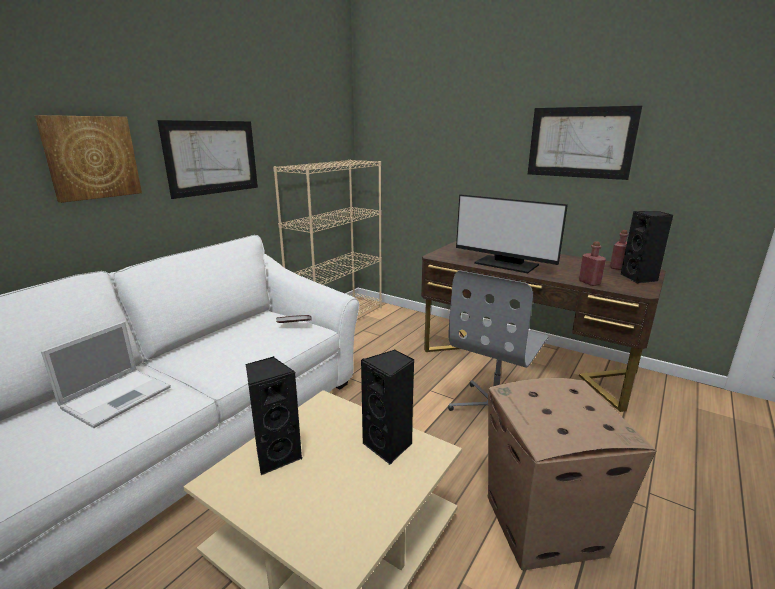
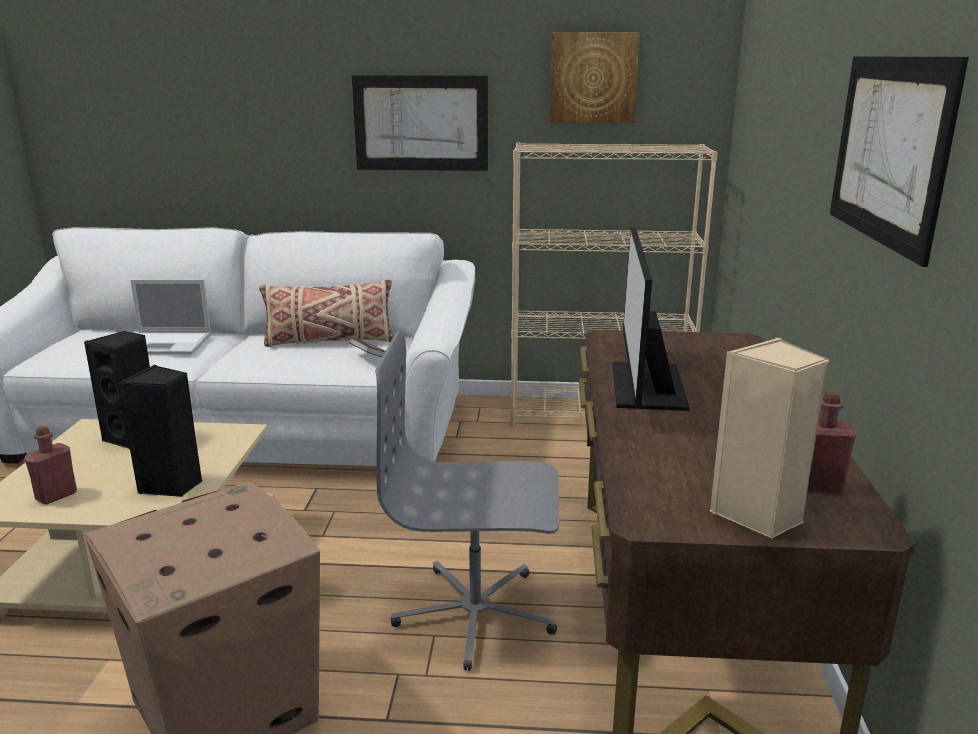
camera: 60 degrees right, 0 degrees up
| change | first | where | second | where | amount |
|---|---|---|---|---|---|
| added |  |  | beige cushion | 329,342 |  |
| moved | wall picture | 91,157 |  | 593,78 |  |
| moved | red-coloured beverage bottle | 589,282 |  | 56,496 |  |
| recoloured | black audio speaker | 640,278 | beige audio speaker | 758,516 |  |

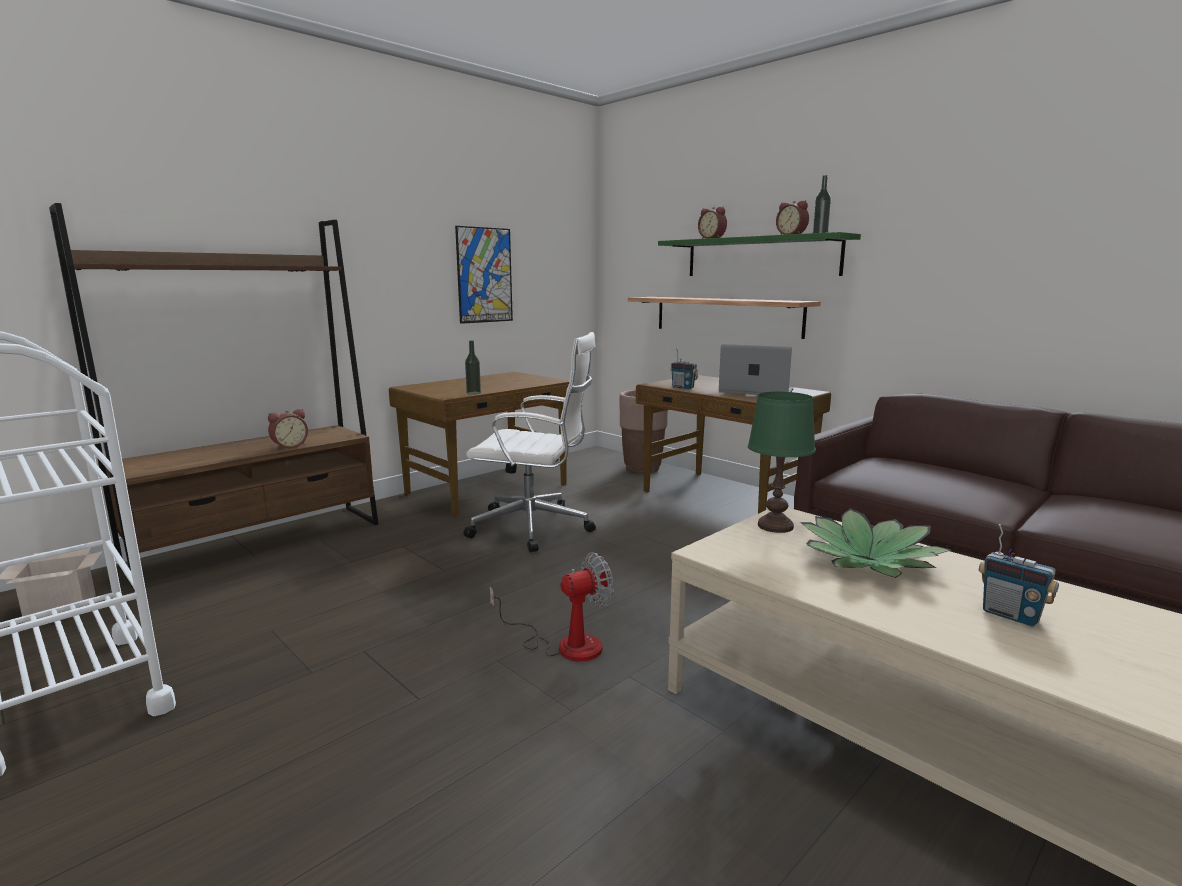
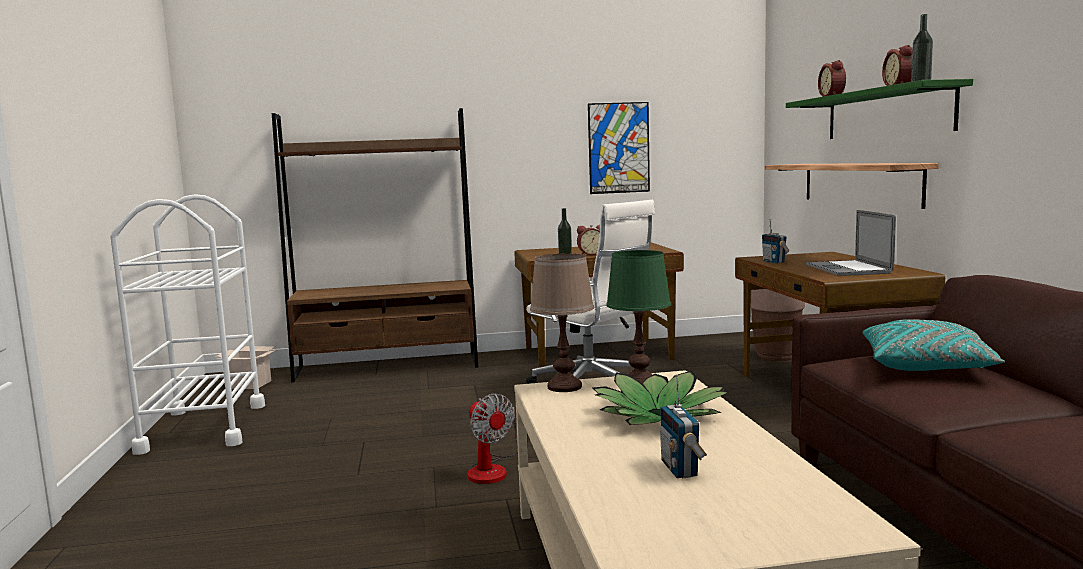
camera: 35 degrees right, 5 degrees down
| change | first | where | second | where | amount |
|---|---|---|---|---|---|
| added |  |  | brownish lamp for a table | 565,387 |  |
| added |  |  | blue-green cushion | 927,366 |  |
| moved | table clock | 289,446 |  | 591,254 |  |
| turned | fan | 565,644 |  | 492,469 | 45 degrees clockwise |
| turned | portable computer | 756,391 |  | 848,269 | 150 degrees counterclockwise |

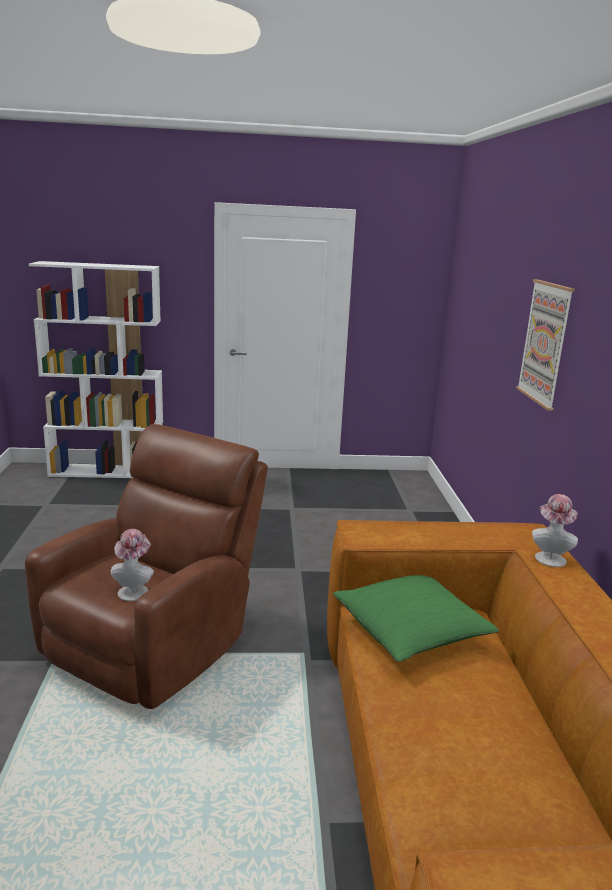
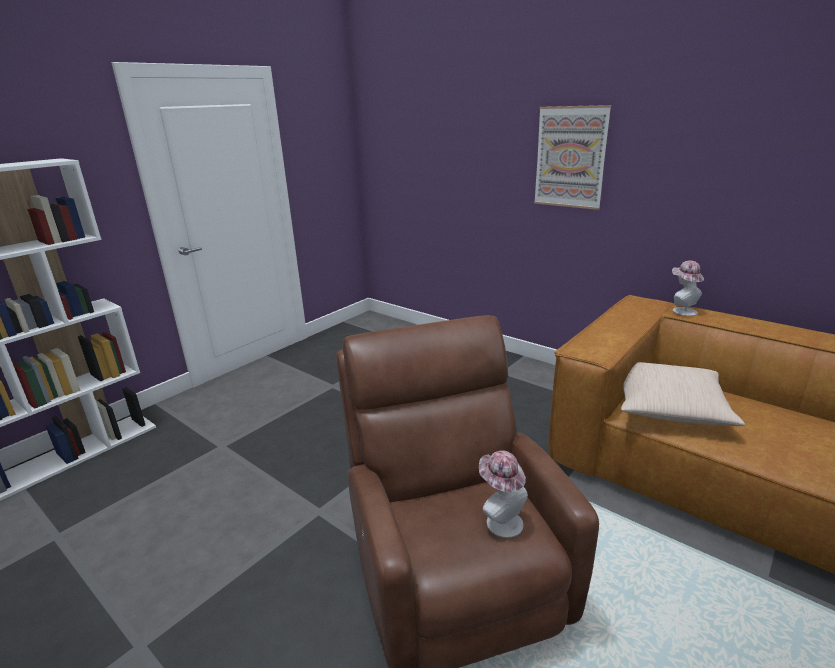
camera: 45 degrees left, 5 degrees up
| change | first | where | second | where | amount |
|---|---|---|---|---|---|
| recoloured | green cushion | 411,629 | beige cushion | 670,405 |  |

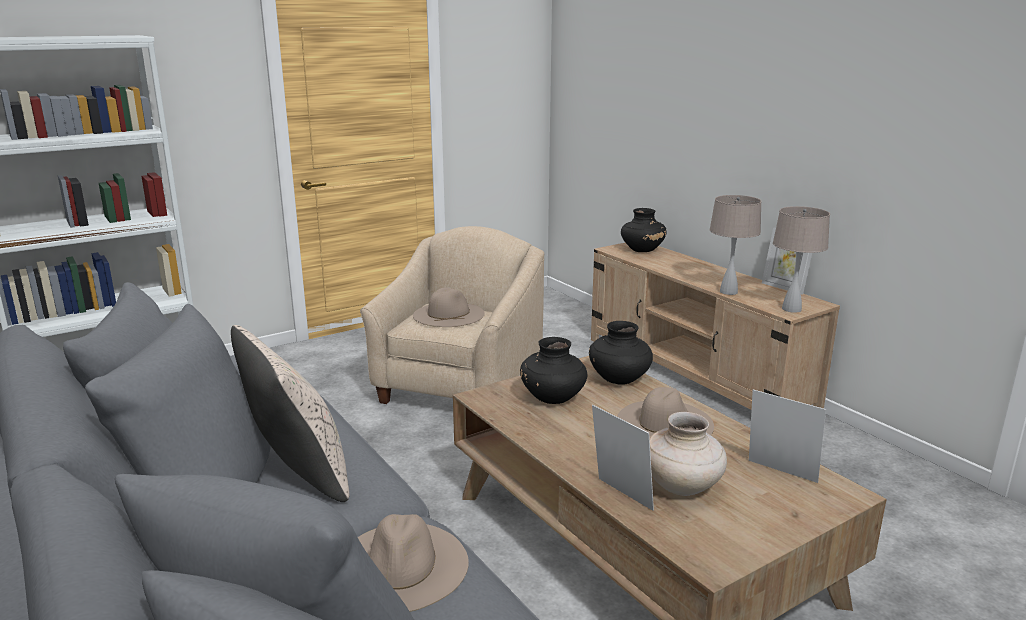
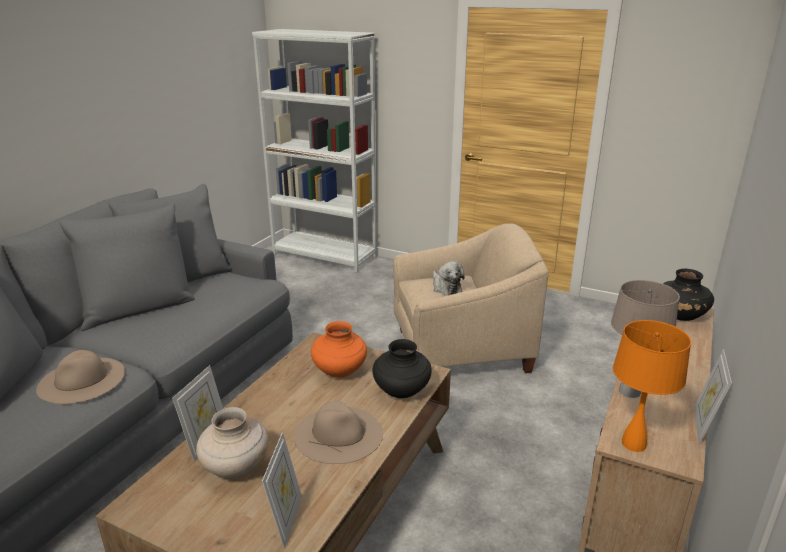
camera: 60 degrees right, 5 degrees up
| change | first | where | second | where | amount |
|---|---|---|---|---|---|
| removed | beige cushion | 299,473 |  |  |  |
| replaced | beige wearable hat | 448,314 | cuddly toy | 446,287 |  |
| recoloured | black flower vase | 553,398 | orange flower vase | 340,371 |  |
| recoloured | beige lamp for a table | 792,309 | orange lamp for a table | 634,444 |  |

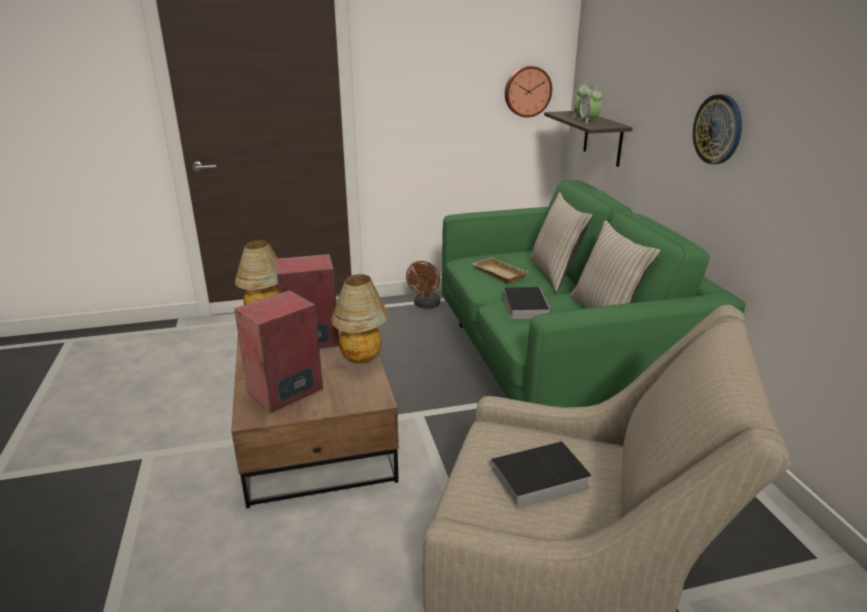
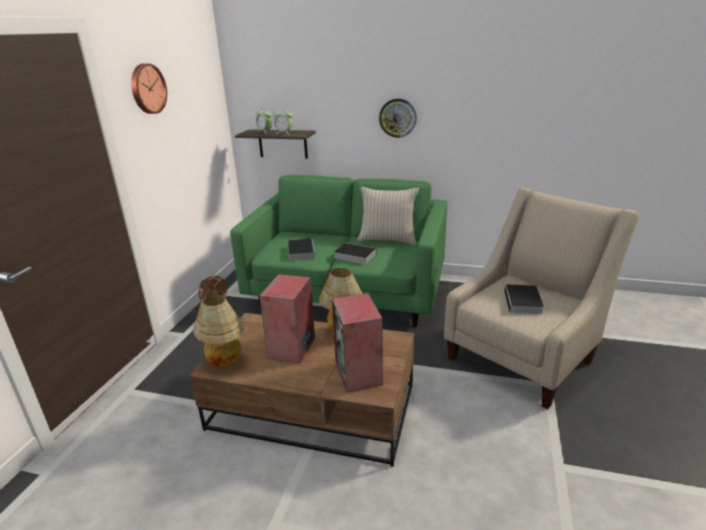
camera: 60 degrees left, 0 degrees up
| change | first | where | second | where | amount |
|---|---|---|---|---|---|
| removed | beige cushion | 555,274 |  |  |  |
| moved | hanging clock | 527,91 |  | 147,89 |  |
| replaced | beige carrying tray | 497,274 | book | 301,251 |  |

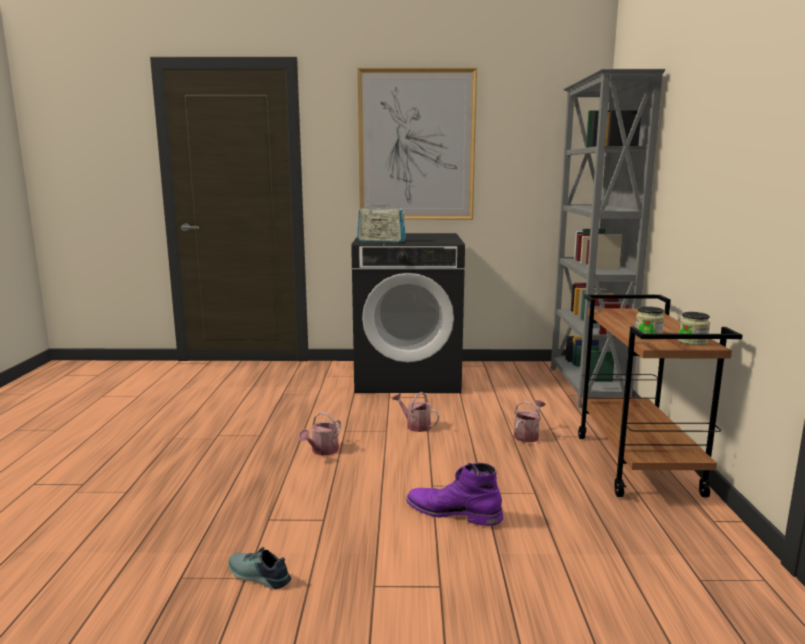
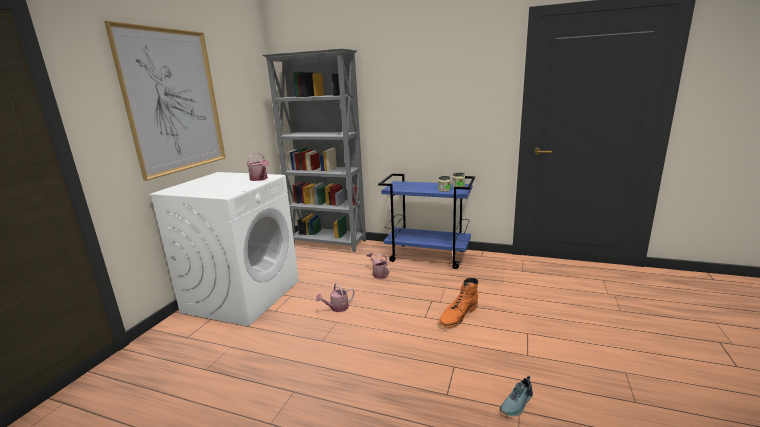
camera: 70 degrees left, 5 degrees up
| change | first | where | second | where | amount |
|---|---|---|---|---|---|
| removed | radio | 381,241 |  |  |  |
| moved | sprinkling can | 322,451 |  | 260,179 |  |
| recoloured | black washing machine | 408,376 | white washing machine | 243,295 |  |
| recoloured | purple-coloured tall boot | 453,512 | orange tall boot | 458,315 |  |
| recoloured | brownish trolley | 638,465 | bluish trolley | 428,256 |  |

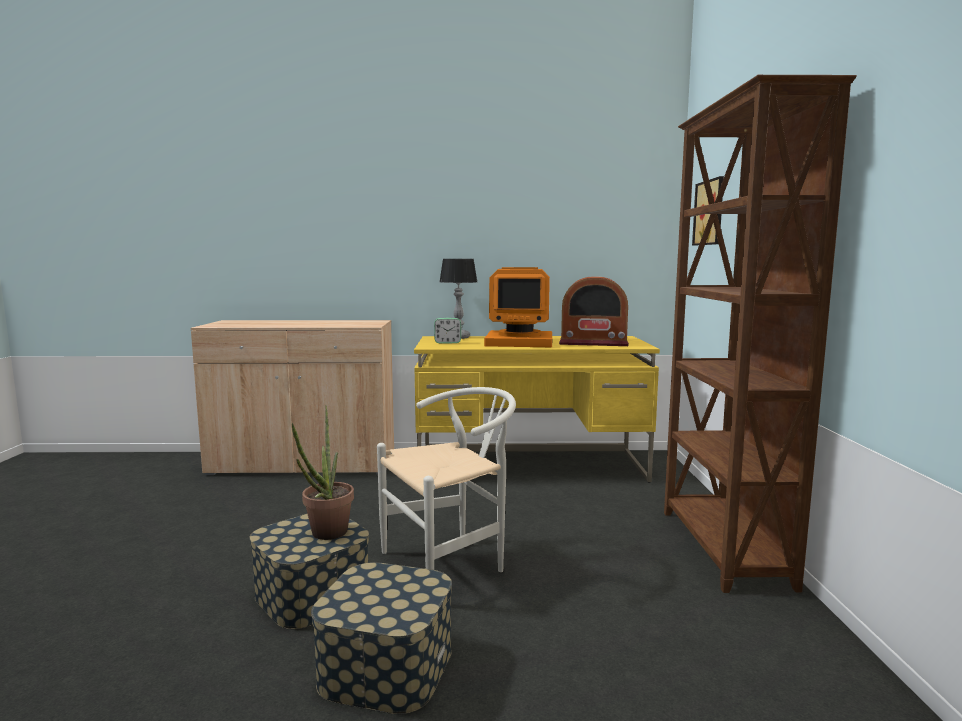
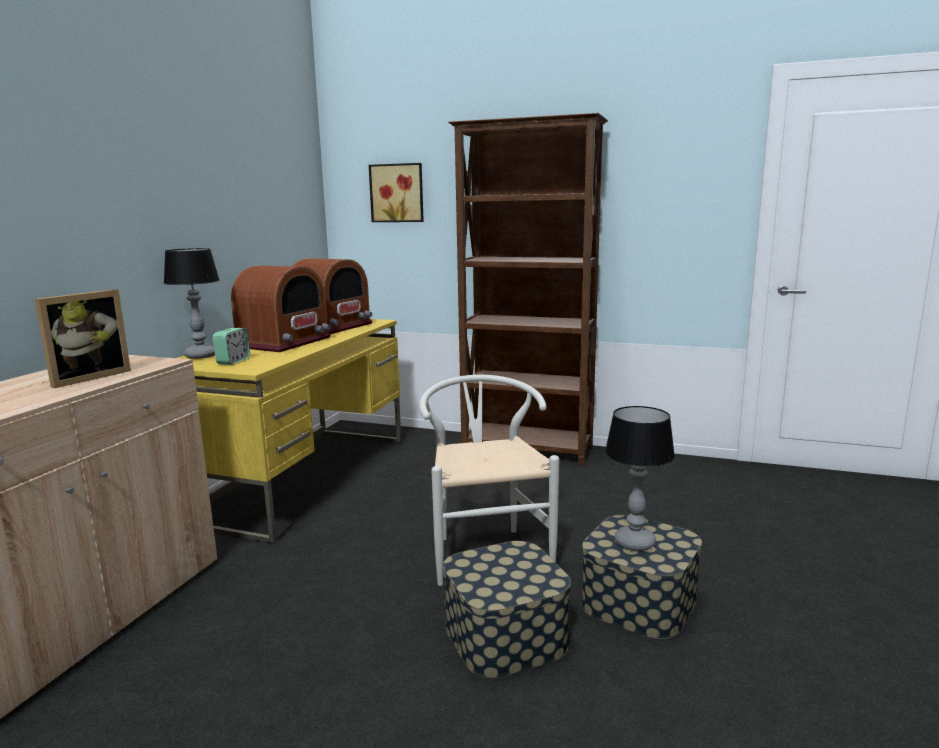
camera: 70 degrees left, 5 degrees up
| change | first | where | second | where | amount |
|---|---|---|---|---|---|
| removed | plant in a pot | 326,535 |  |  |  |
| added |  |  | picture frame | 87,377 |  |
| added |  |  | lamp for a table | 635,542 |  |
| replaced | monitor | 520,342 | radio | 284,342 |  |

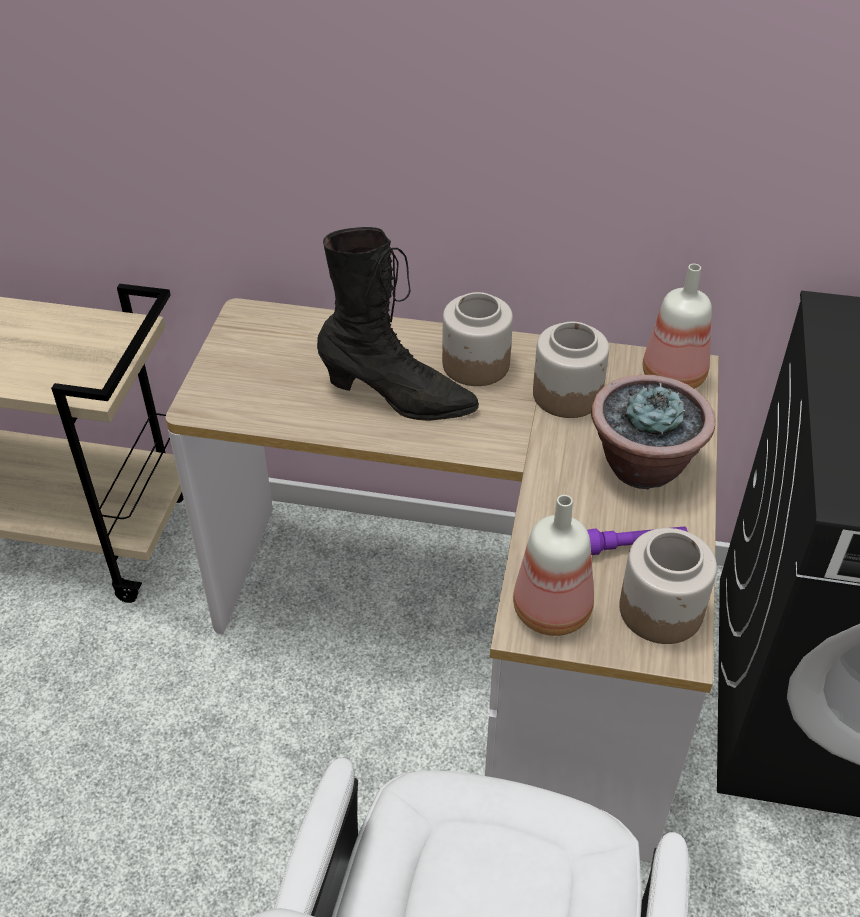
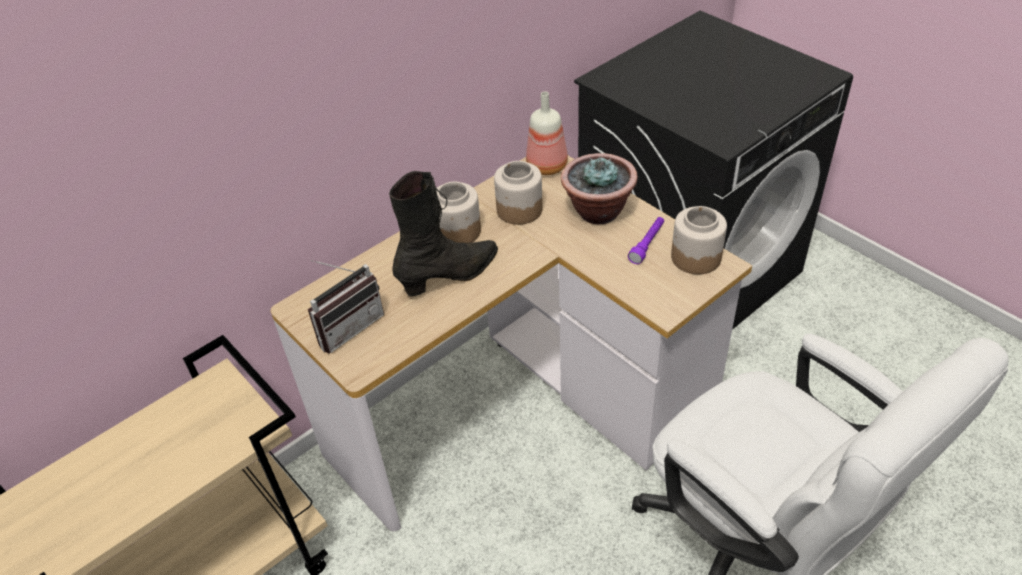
camera: 50 degrees left, 0 degrees up
| change | first | where | second | where | amount |
|---|---|---|---|---|---|
| removed | beverage bottle | 553,609 |  |  |  |
| added |  |  | radio | 347,326 |  |

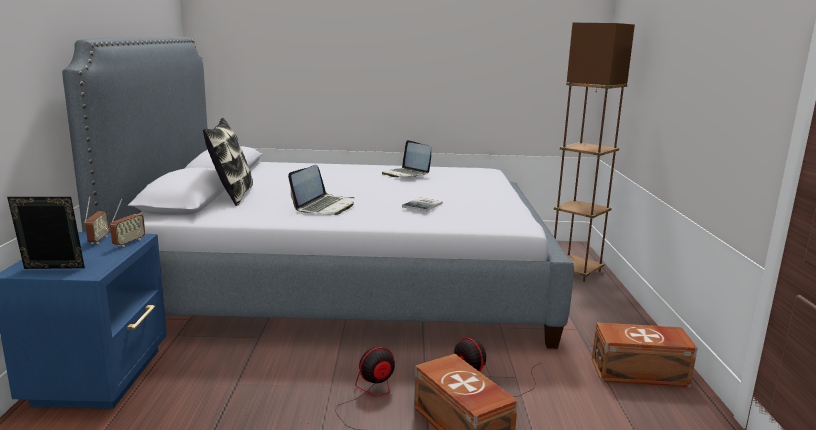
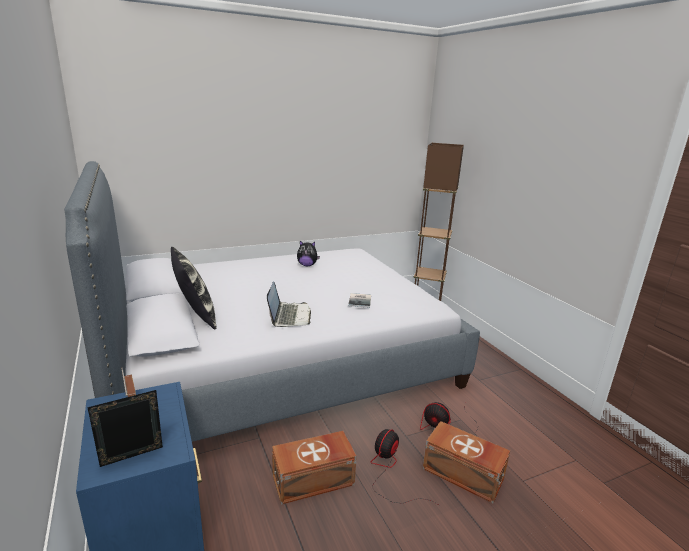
camera: 25 degrees left, 5 degrees up
| change | first | where | second | where | amount |
|---|---|---|---|---|---|
| removed | radio | 129,242 |  |  |  |
| moved | brownish storage box | 641,373 |  | 314,480 |  |
| replaced | portable computer | 406,174 | cuddly toy | 307,265 |  |

